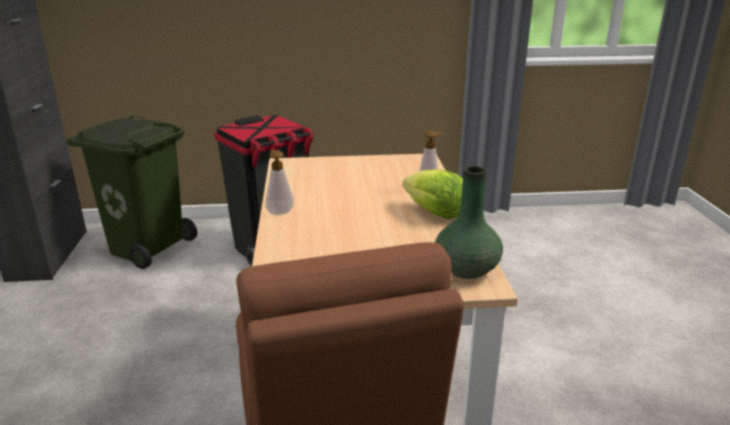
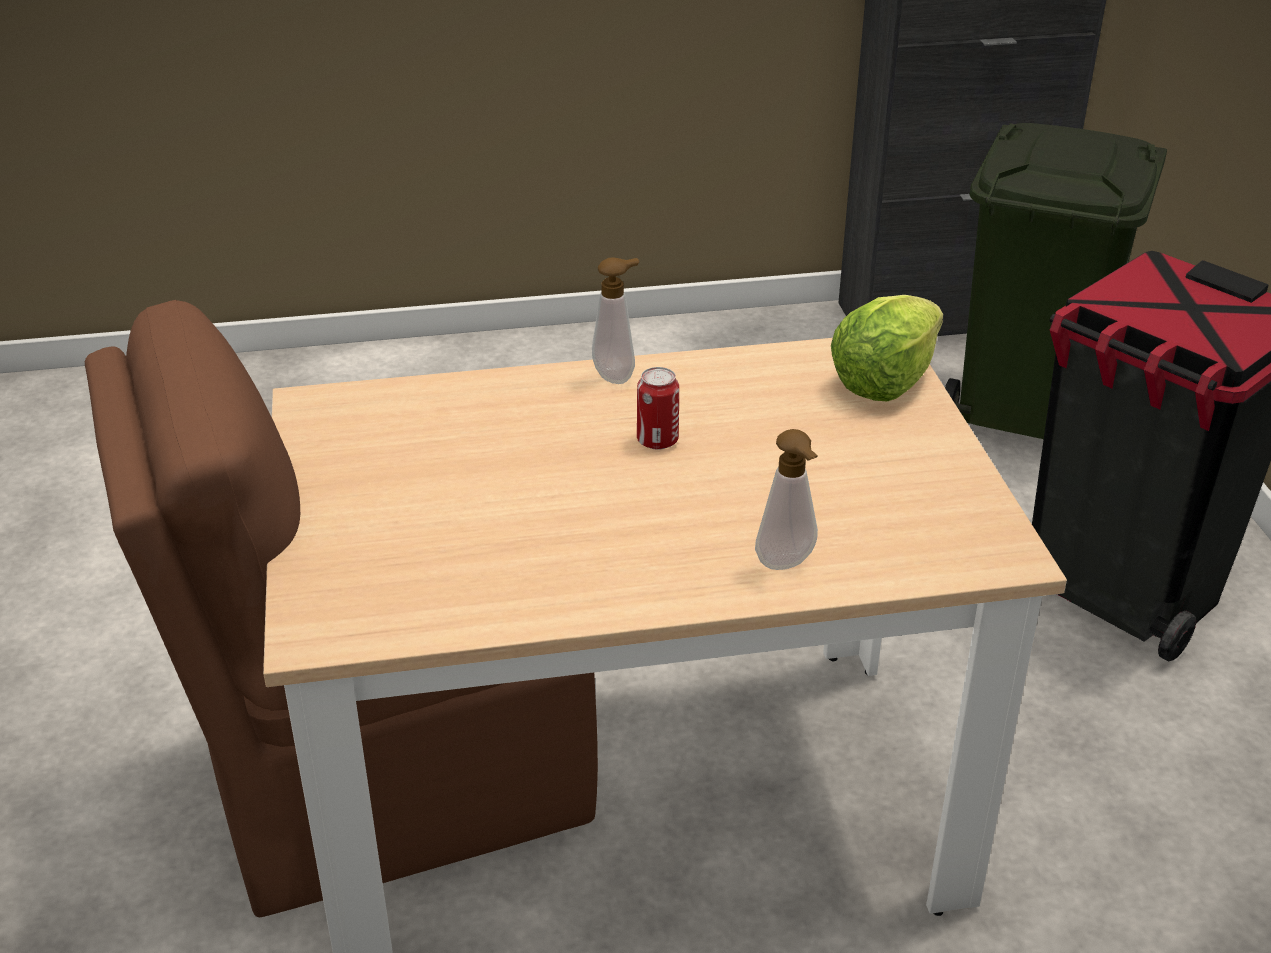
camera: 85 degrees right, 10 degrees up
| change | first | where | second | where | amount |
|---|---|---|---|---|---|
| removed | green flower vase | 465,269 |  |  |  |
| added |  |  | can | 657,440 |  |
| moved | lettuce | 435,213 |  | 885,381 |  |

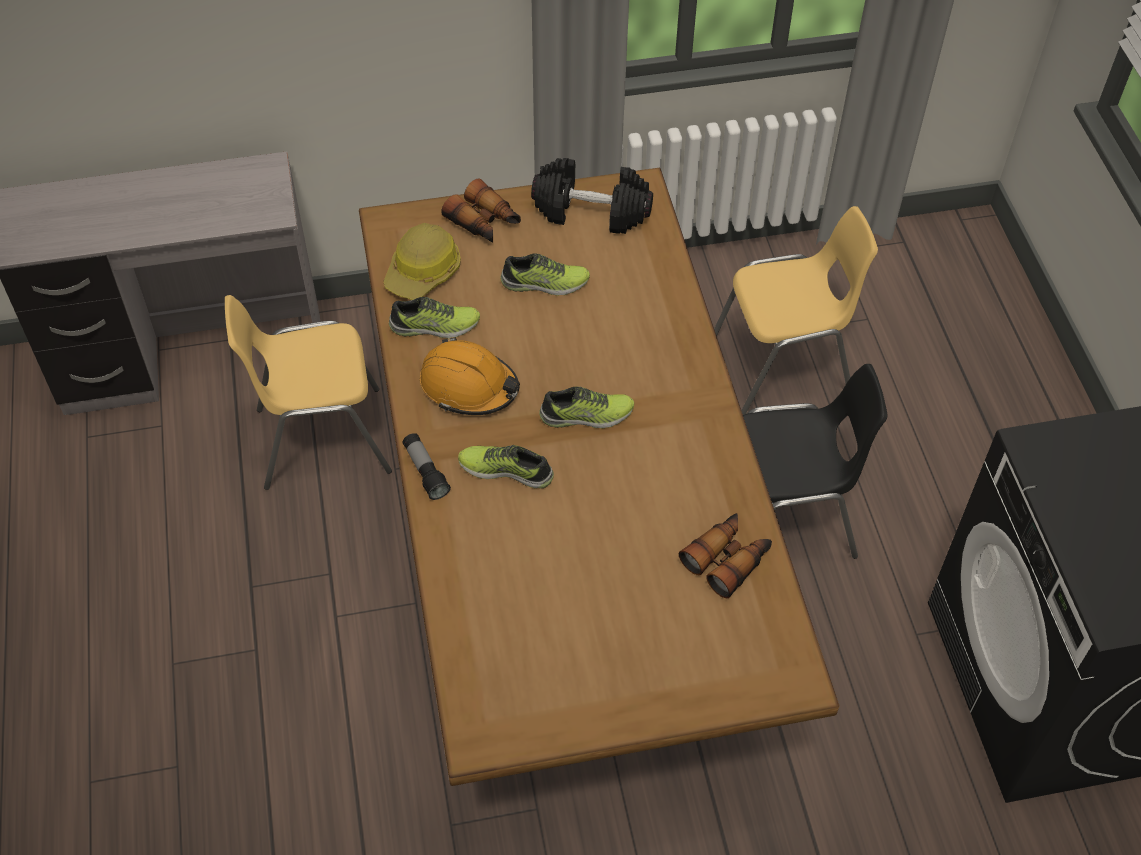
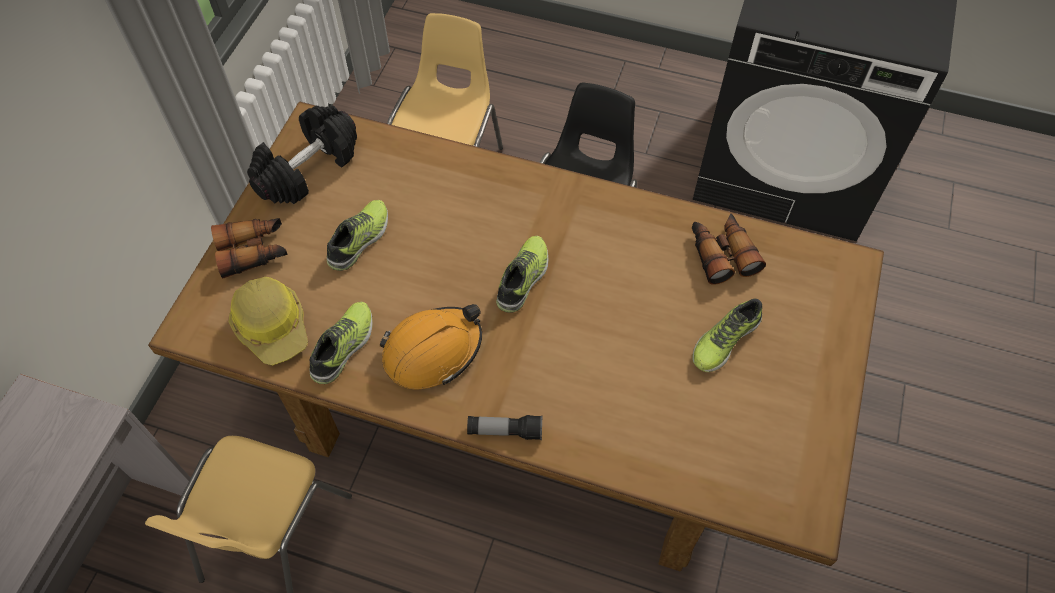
camera: 60 degrees left, 5 degrees up
| change | first | where | second | where | amount |
|---|---|---|---|---|---|
| moved | shoe | 506,470 |  | 724,340 |  |

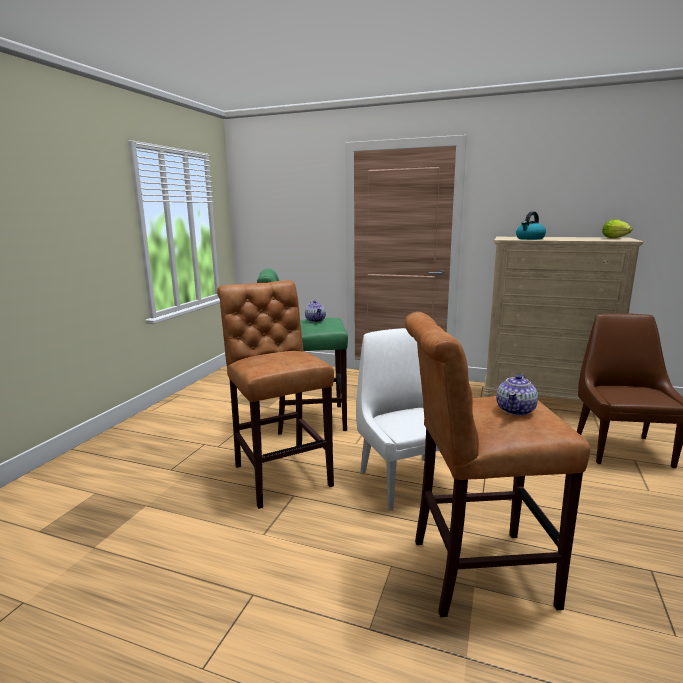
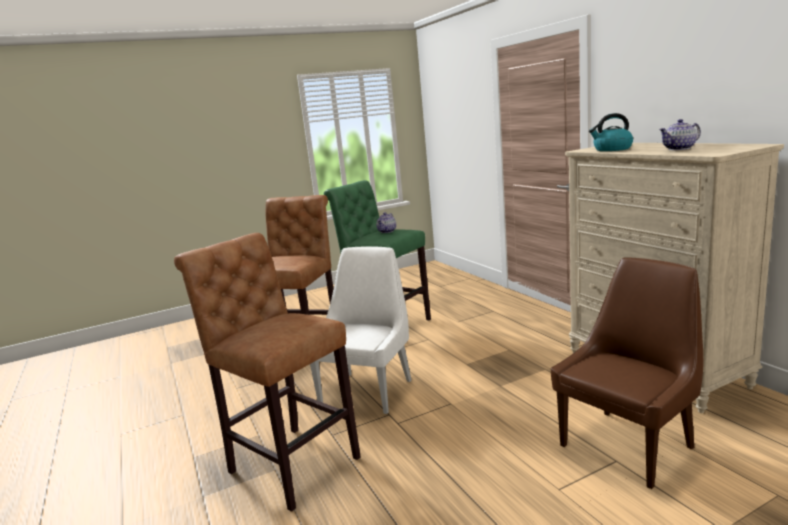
camera: 45 degrees right, 0 degrees up
| change | first | where | second | where | amount |
|---|---|---|---|---|---|
| removed | lettuce | 616,238 |  |  |  |
| moved | teapot | 516,410 |  | 679,148 |  |

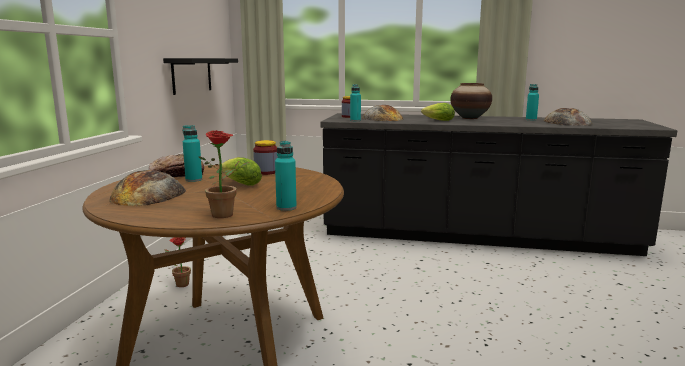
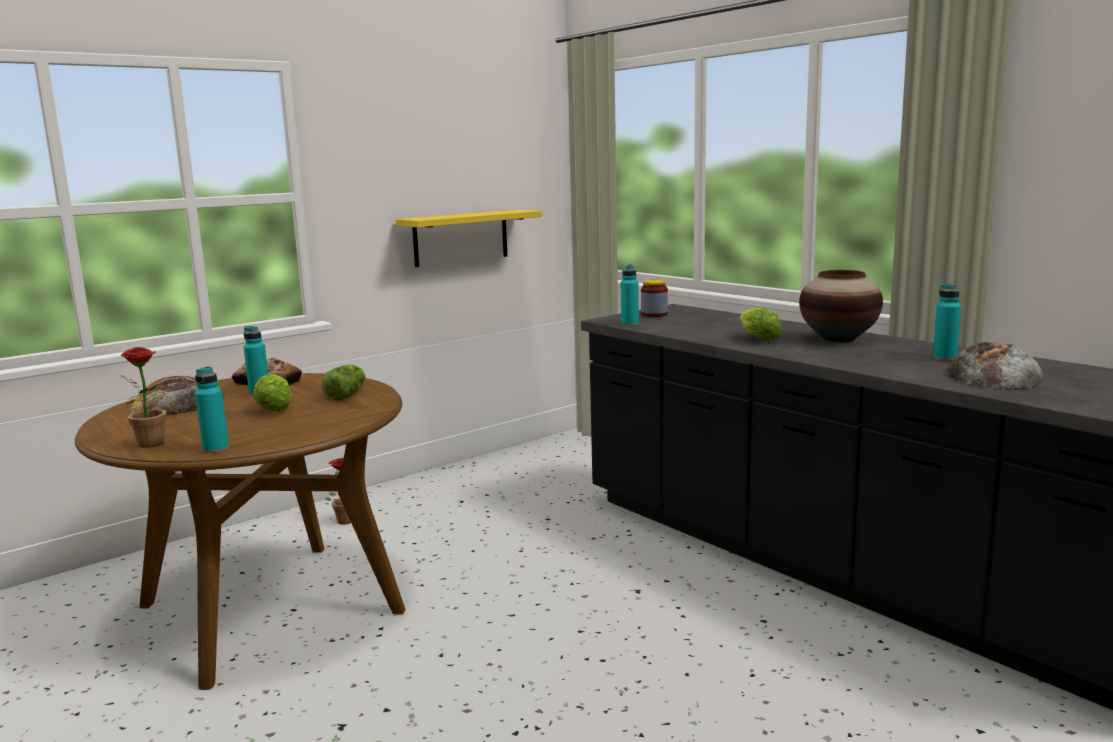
camera: 40 degrees right, 0 degrees up
| change | first | where | second | where | amount |
|---|---|---|---|---|---|
| removed | bakery bread | 382,118 |  |  |  |
| replaced | jar | 266,172 | lettuce | 347,395 |  |
| recoloured | black bracket shelf | 192,75 | yellow-coloured bracket shelf | 461,237 |  |

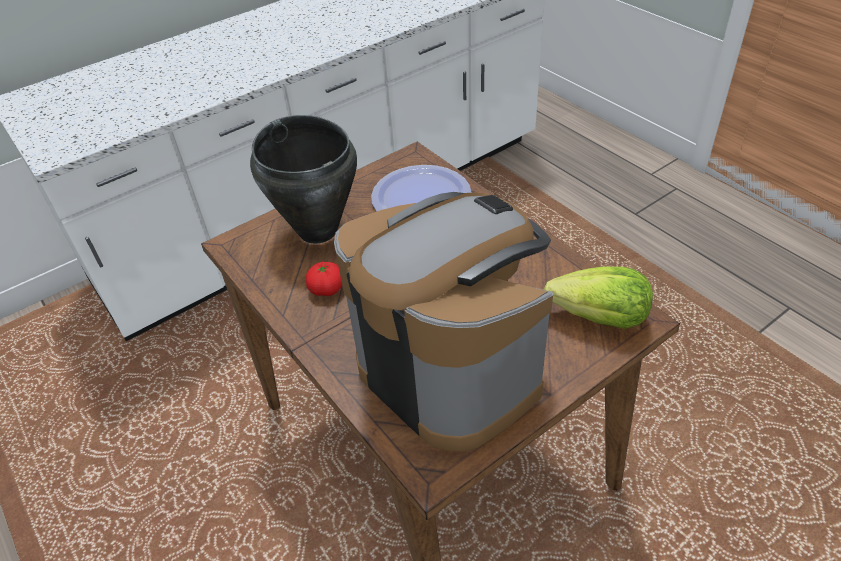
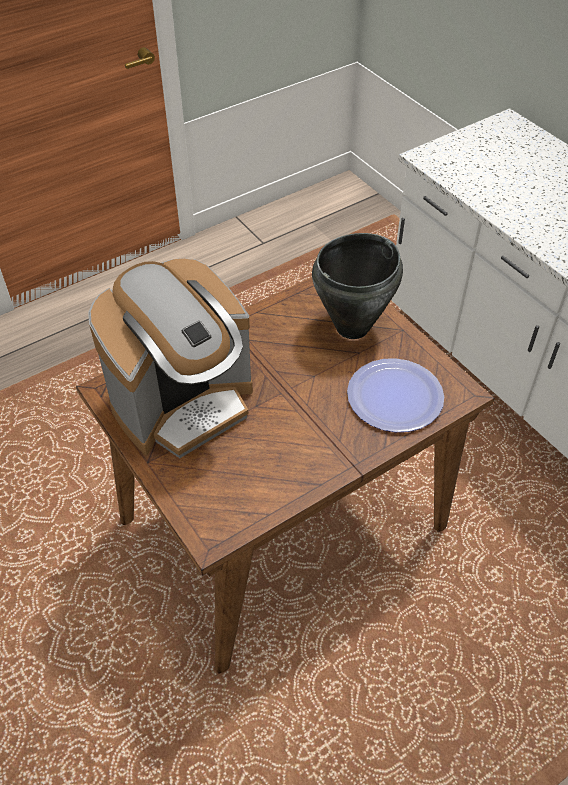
camera: 90 degrees right, 5 degrees up
| change | first | where | second | where | amount |
|---|---|---|---|---|---|
| removed | tomato | 326,289 |  |  |  |
| removed | lettuce | 600,318 |  |  |  |

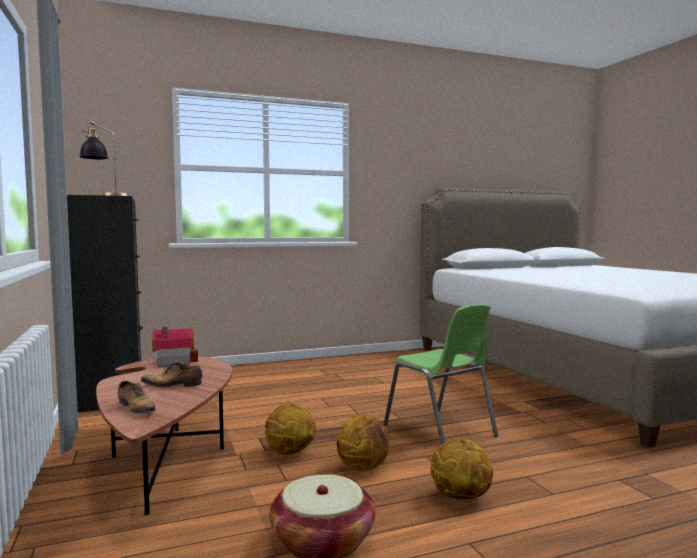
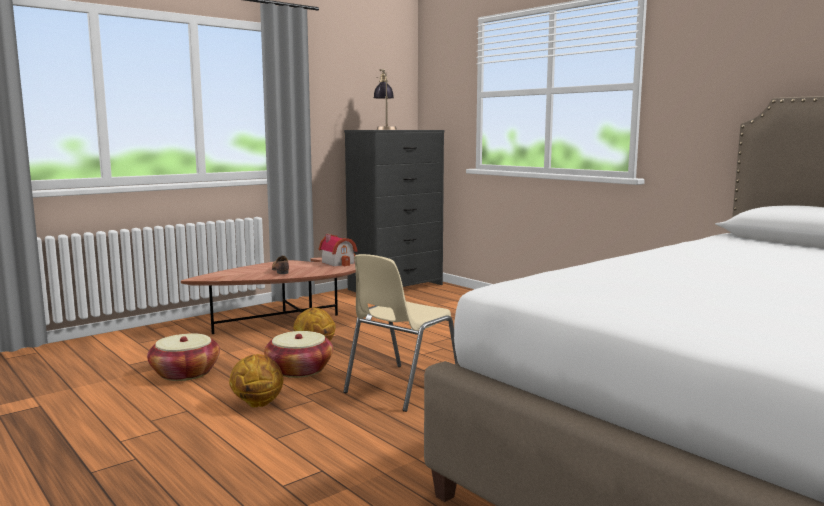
camera: 70 degrees right, 5 degrees up
| change | first | where | second | where | amount |
|---|---|---|---|---|---|
| removed | shoe | 137,408 |  |  |  |
| replaced | ball for basketball | 364,467 | storage basket | 299,370 |  |
| recoloured | green plain chair | 441,431 | beige plain chair | 401,388 |  |

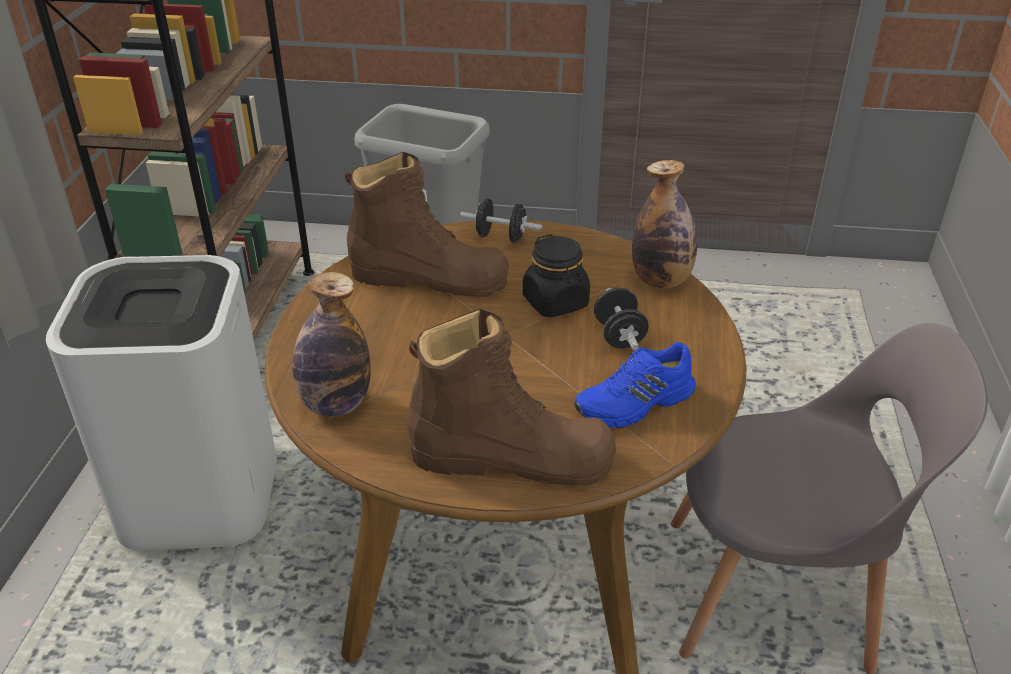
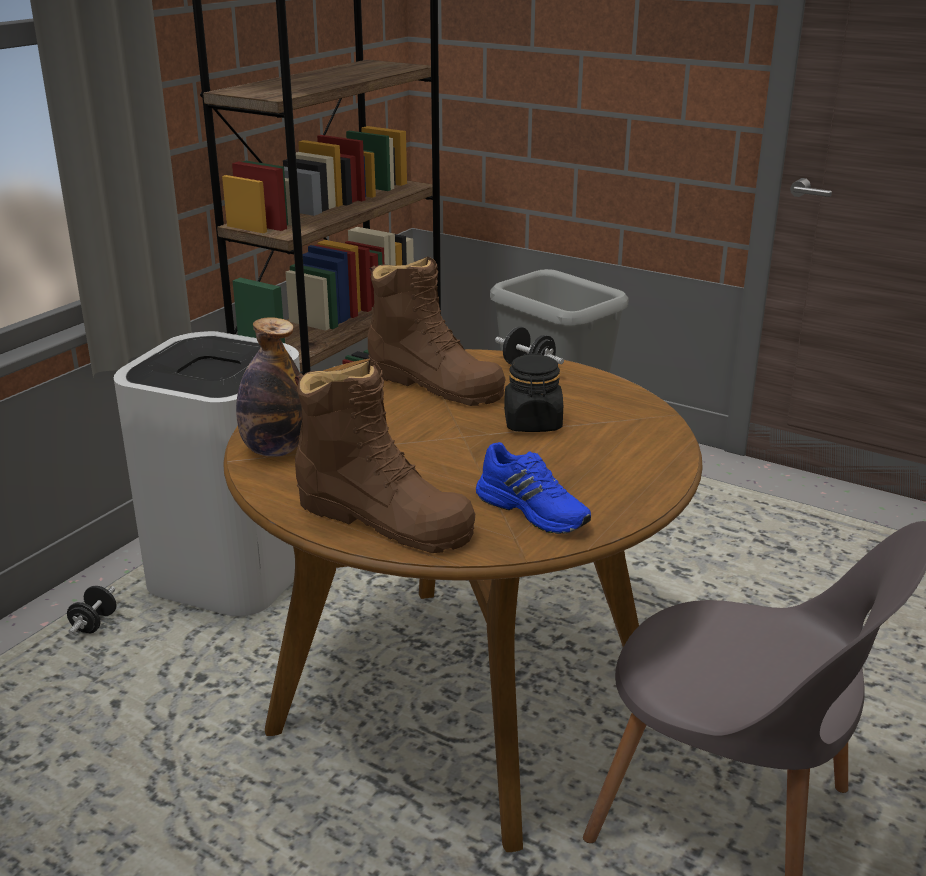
camera: 25 degrees right, 10 degrees down
| change | first | where | second | where | amount |
|---|---|---|---|---|---|
| removed | beverage bottle | 661,280 |  |  |  |
| moved | black dumbbell | 619,336 |  | 94,624 |  |
| turned | bluish shoe | 636,404 |  | 534,510 | 135 degrees counterclockwise |

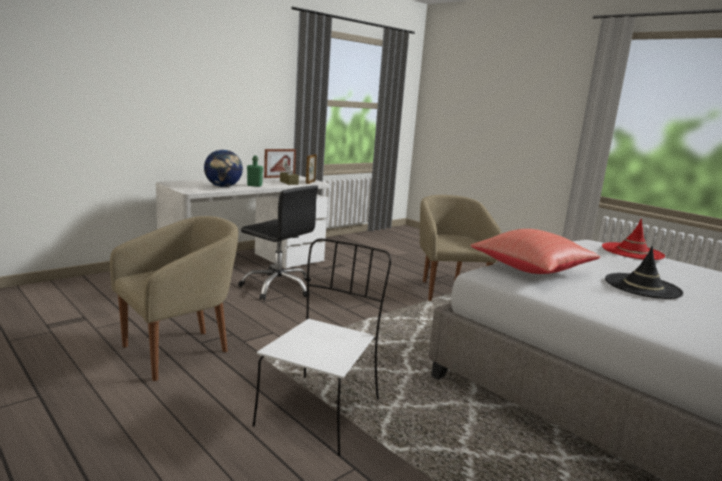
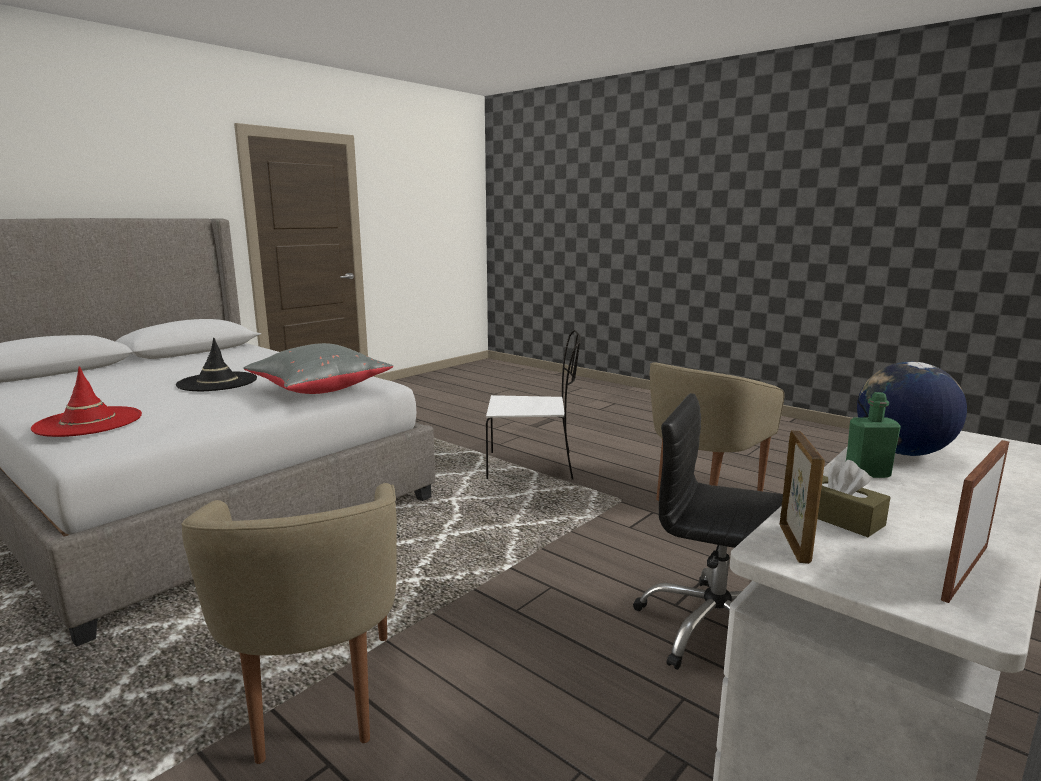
camera: 175 degrees right, 0 degrees up
| change | first | where | second | where | amount |
|---|---|---|---|---|---|
| recoloured | red-coloured cushion | 533,270 | gray cushion | 319,390 |  |
| turned | white plain chair | 320,410 |  | 533,466 | 105 degrees counterclockwise |

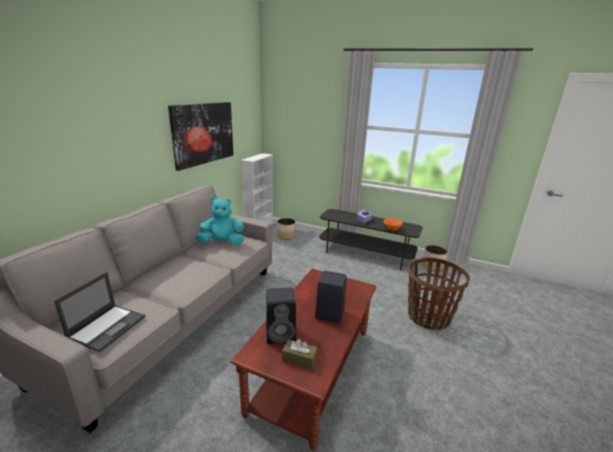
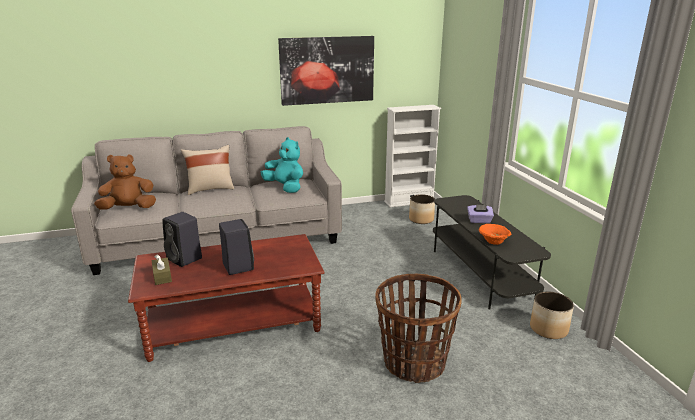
camera: 50 degrees right, 0 degrees up
| change | first | where | second | where | amount |
|---|---|---|---|---|---|
| added |  |  | beige cushion | 210,189 |  |
| replaced | portable computer | 108,327 | brownish cuddly toy | 128,208 |  |

